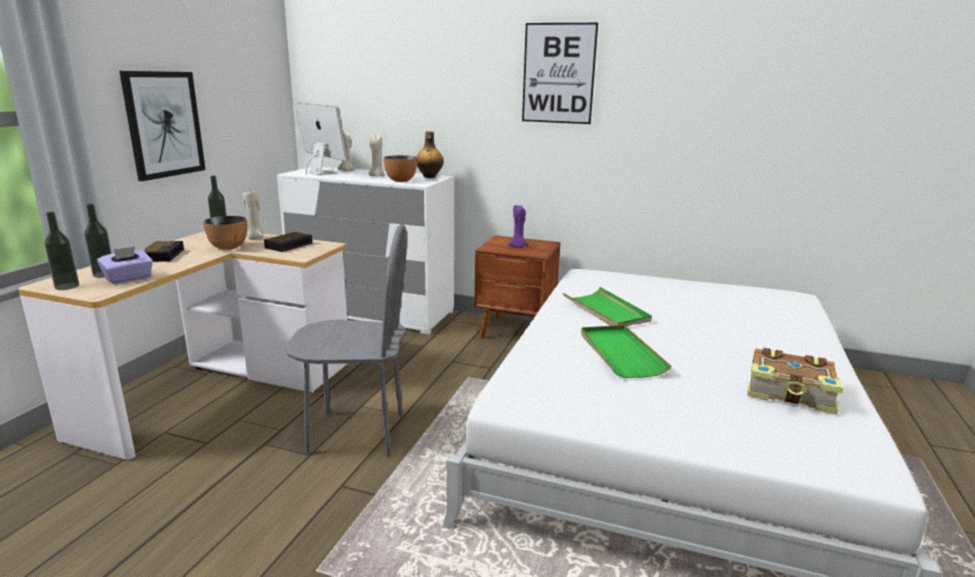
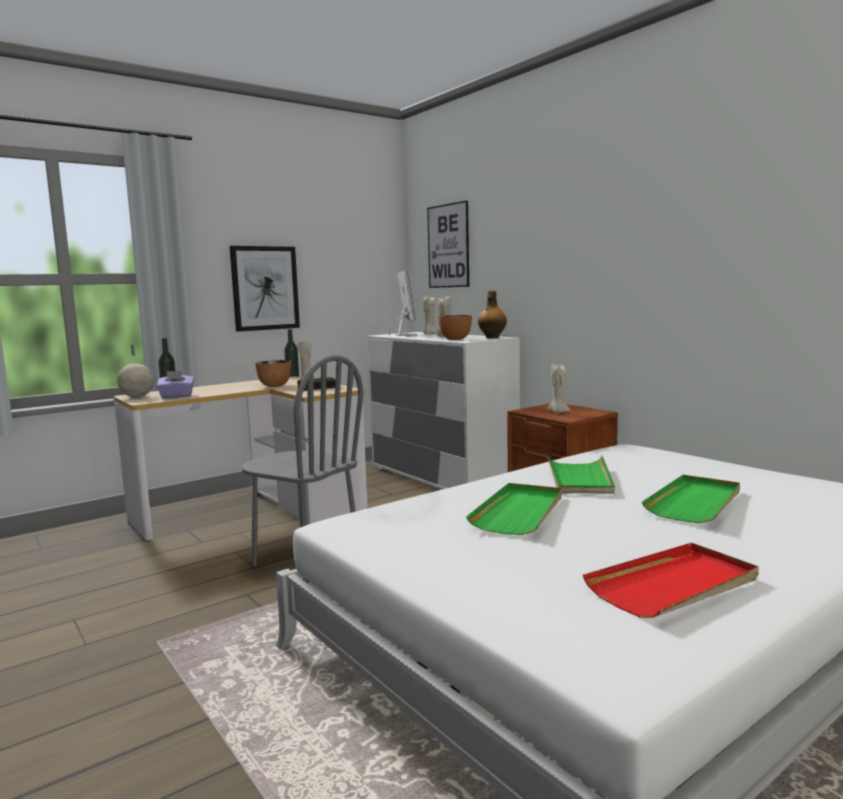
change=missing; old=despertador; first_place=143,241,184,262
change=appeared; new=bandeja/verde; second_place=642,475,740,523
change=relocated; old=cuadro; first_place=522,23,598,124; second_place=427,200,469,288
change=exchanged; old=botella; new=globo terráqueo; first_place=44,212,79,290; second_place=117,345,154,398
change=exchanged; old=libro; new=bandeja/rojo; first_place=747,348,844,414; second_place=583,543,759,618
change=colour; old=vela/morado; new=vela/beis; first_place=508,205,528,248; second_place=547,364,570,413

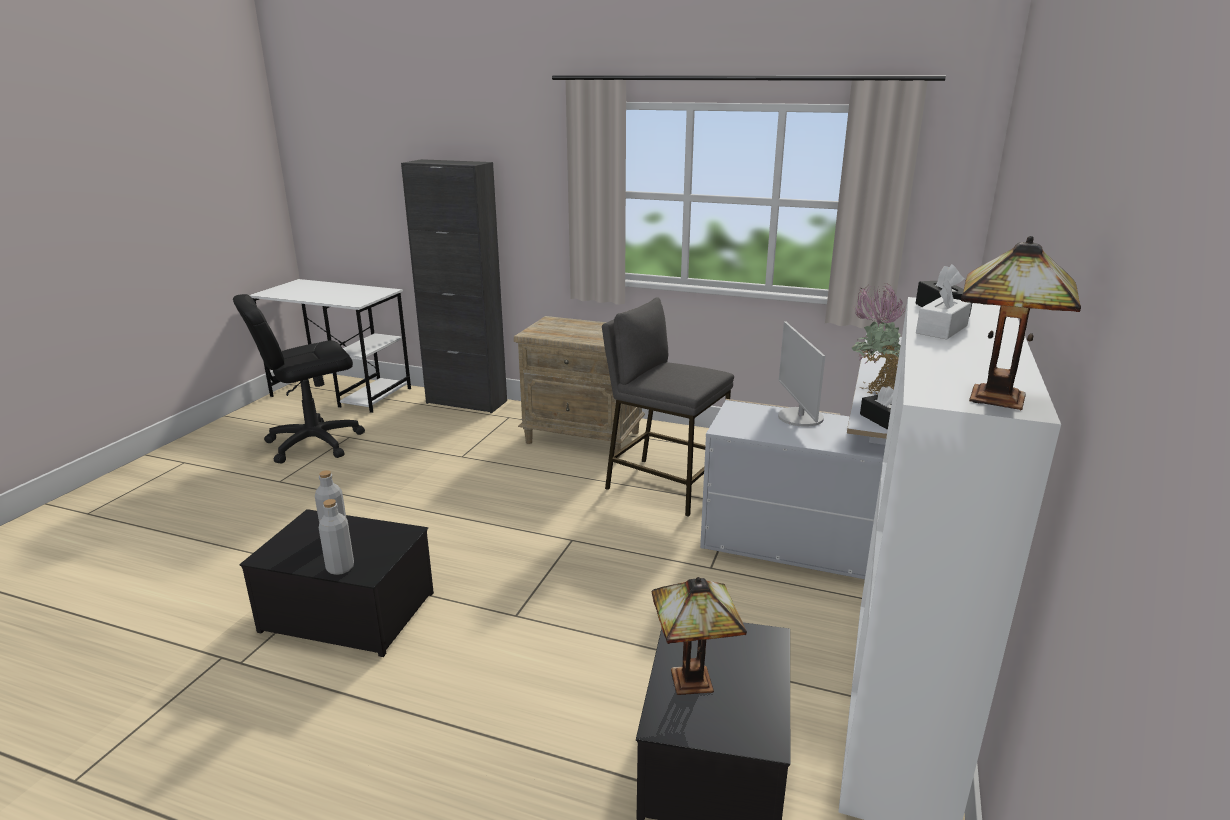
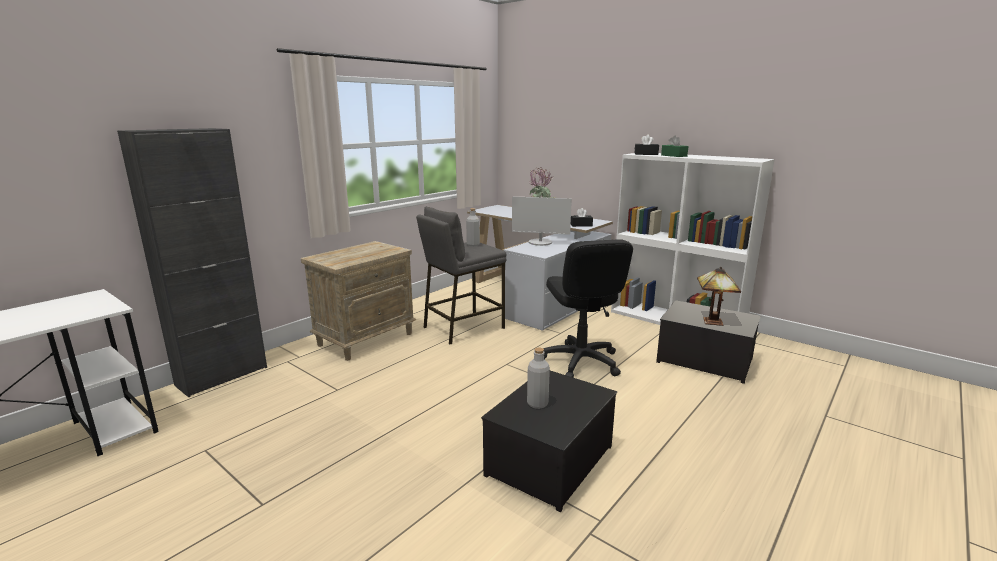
change=missing; old=lámpara de mesa; first_place=961,236,1081,411
change=relocated; old=silla de oficina/negro; first_place=233,294,365,464; second_place=543,239,633,378
change=relocated; old=botella/gris; first_place=319,499,354,575; second_place=466,208,480,246
change=colour; old=caja de pañuelos/blanco; new=caja de pañuelos/verde; first_place=916,280,972,340; second_place=661,135,689,157

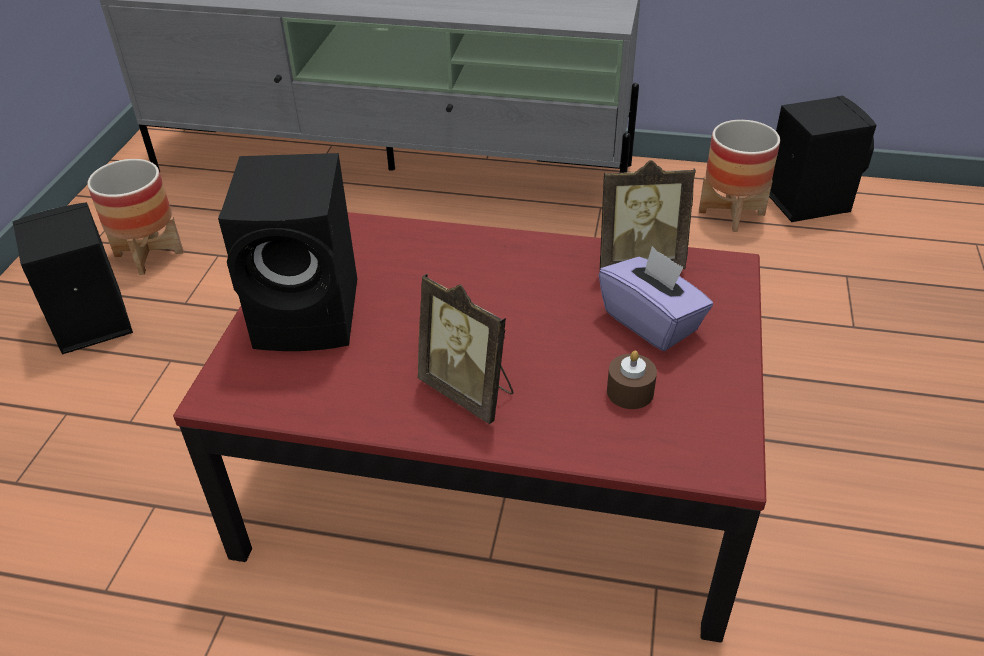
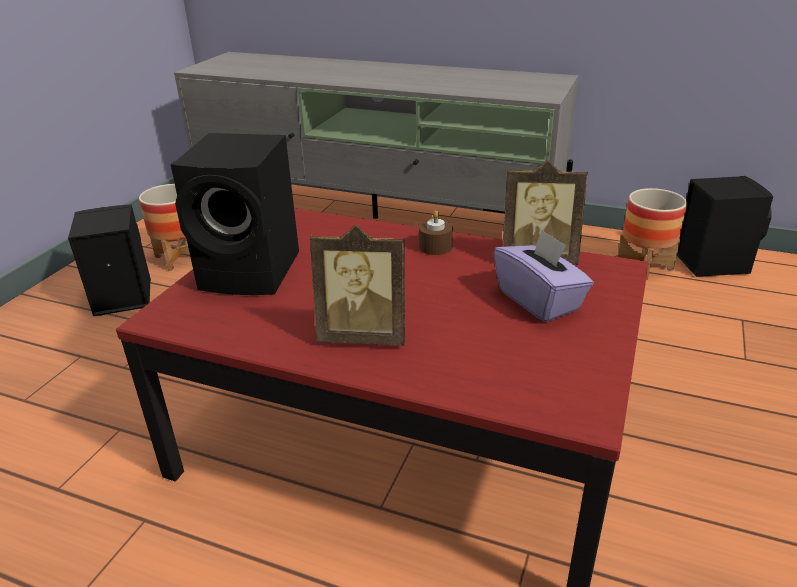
change=relocated; old=vela/marrón; first_place=607,351,657,409; second_place=419,210,453,255
change=spun; old=portarretratos; first_place=417,274,514,424; second_place=310,225,405,346; degrees=-45

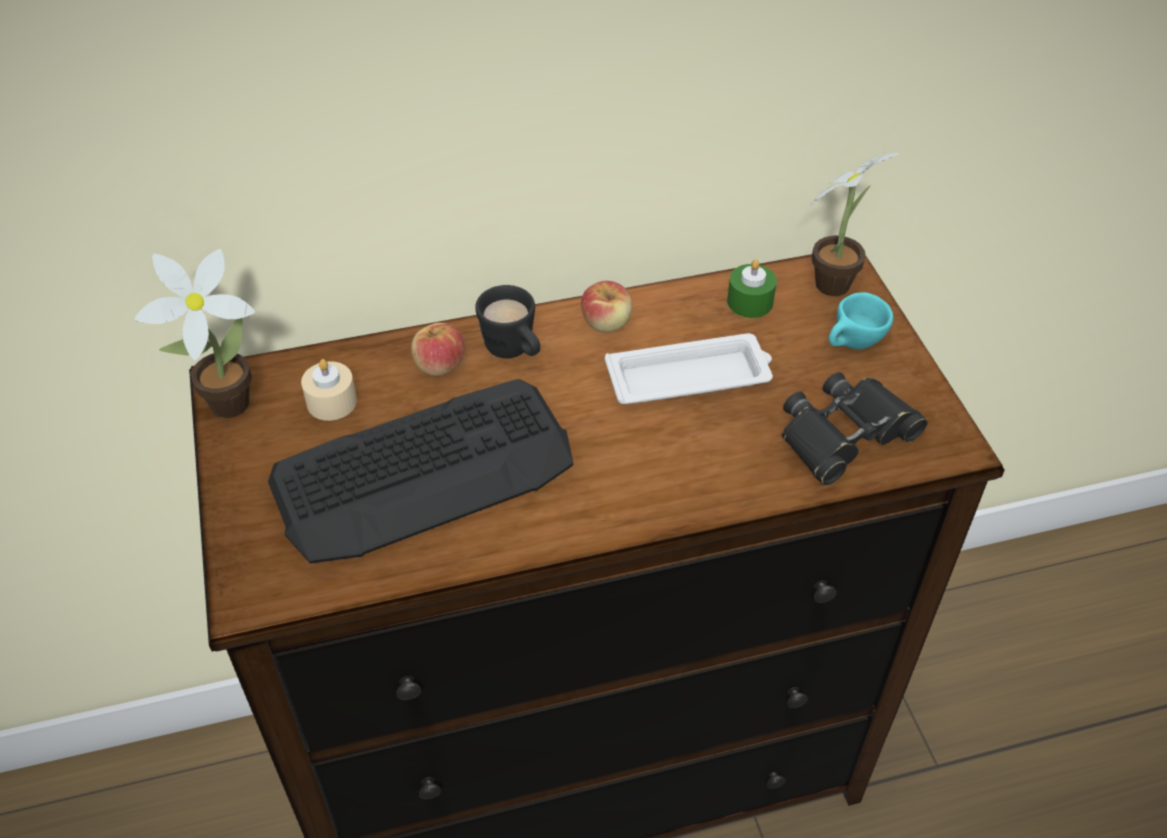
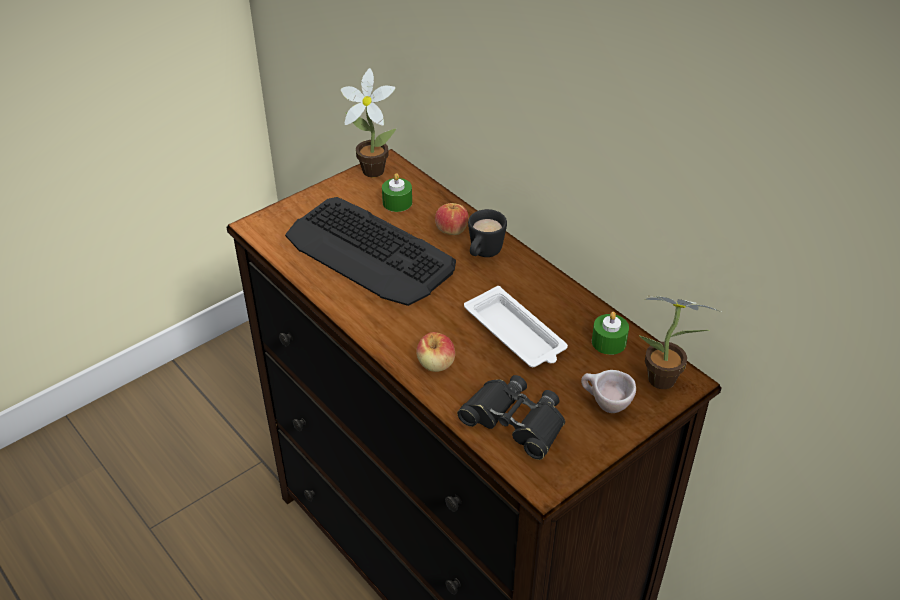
change=relocated; old=manzana; first_place=581,281,632,332; second_place=416,332,455,372
change=colour; old=vela/beis; new=vela/verde; first_place=301,359,357,421; second_place=382,173,412,212
change=colour; old=taza/turquesa; new=taza/beis; first_place=829,292,893,349; second_place=581,370,636,413

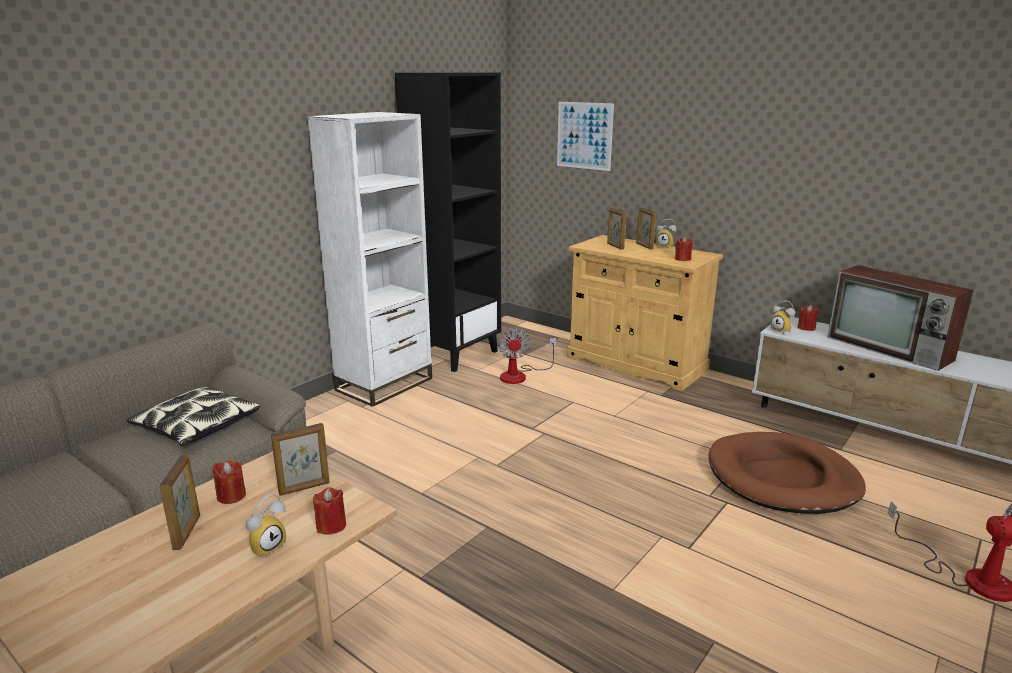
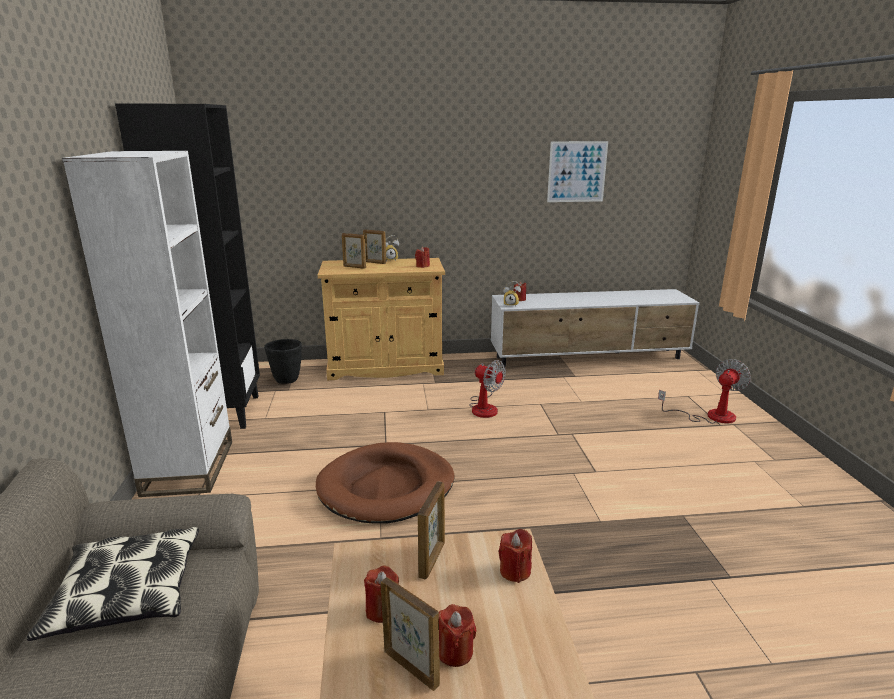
change=missing; old=despertador; first_place=246,494,286,558
change=missing; old=televisor; first_place=828,265,974,371
change=appeared; new=maceta/negro; second_place=264,339,302,384
change=appeared; new=vela/rojo; second_place=439,604,477,667
change=relocated; old=ventilador; first_place=497,327,556,384; second_place=469,360,506,418
change=relocated; old=cuadro; first_place=557,102,614,171; second_place=547,141,608,202
change=relocated; old=cama para perro/marrón; first_place=708,432,866,514; second_place=316,442,455,524

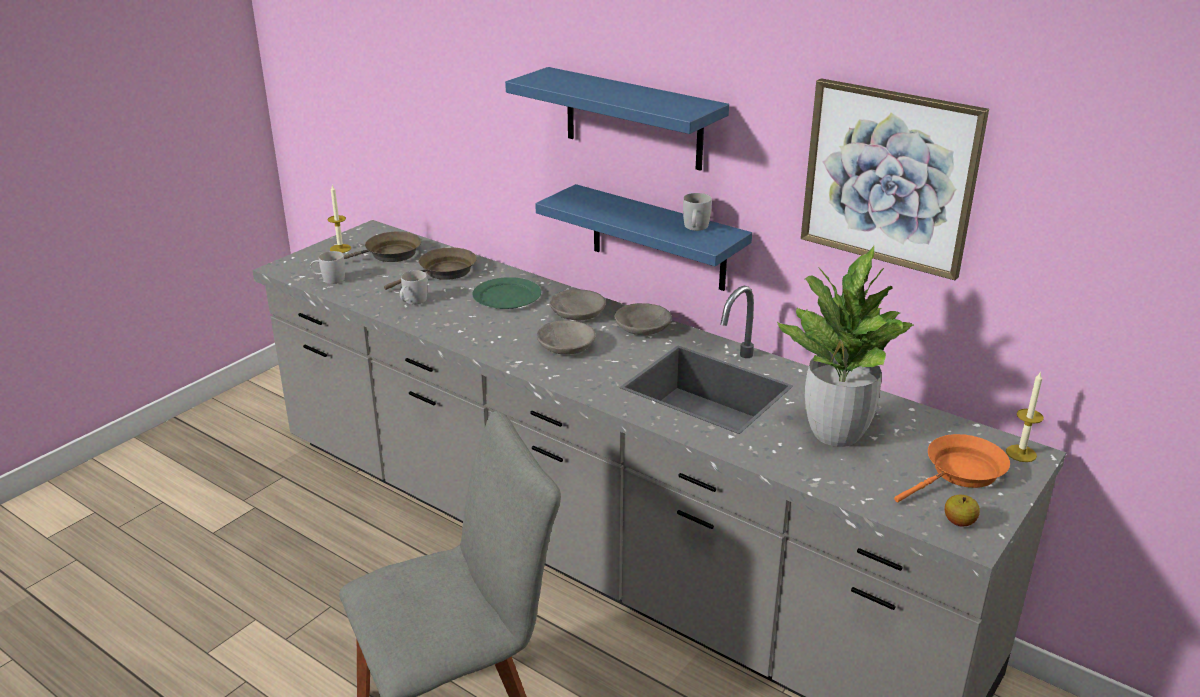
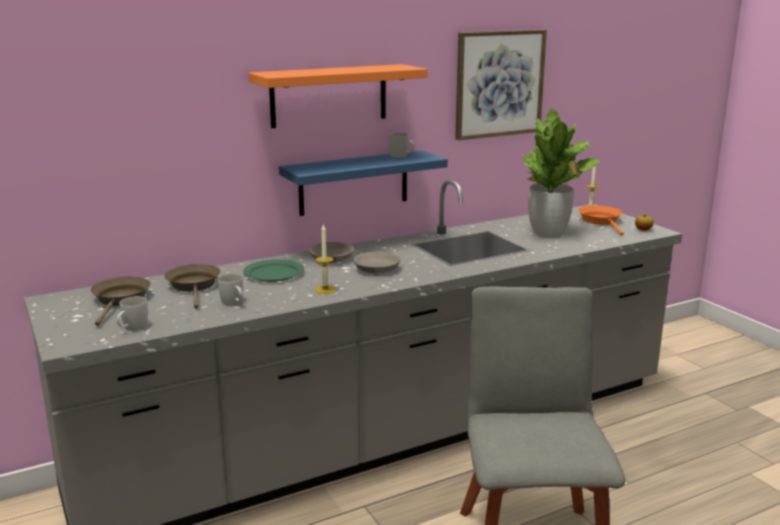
change=missing; old=cuenco/gris; first_place=614,303,672,335
change=relocated; old=vela; first_place=328,185,351,253; second_place=315,225,336,294
change=colour; old=estante/azul; new=estante/naranja; first_place=505,67,729,171; second_place=248,64,428,128

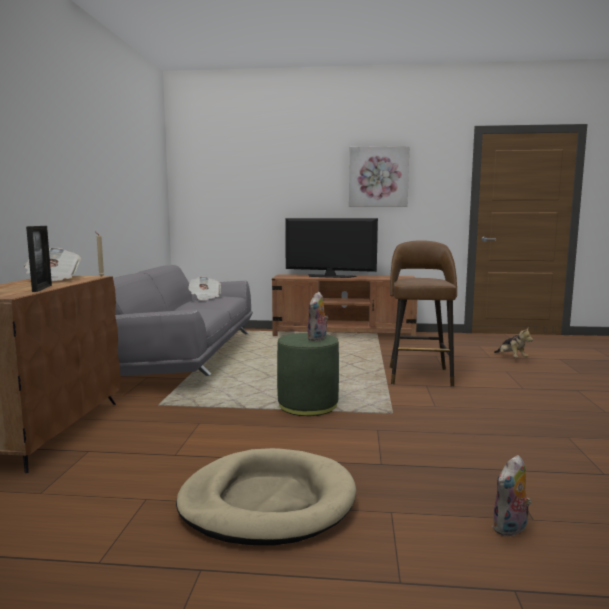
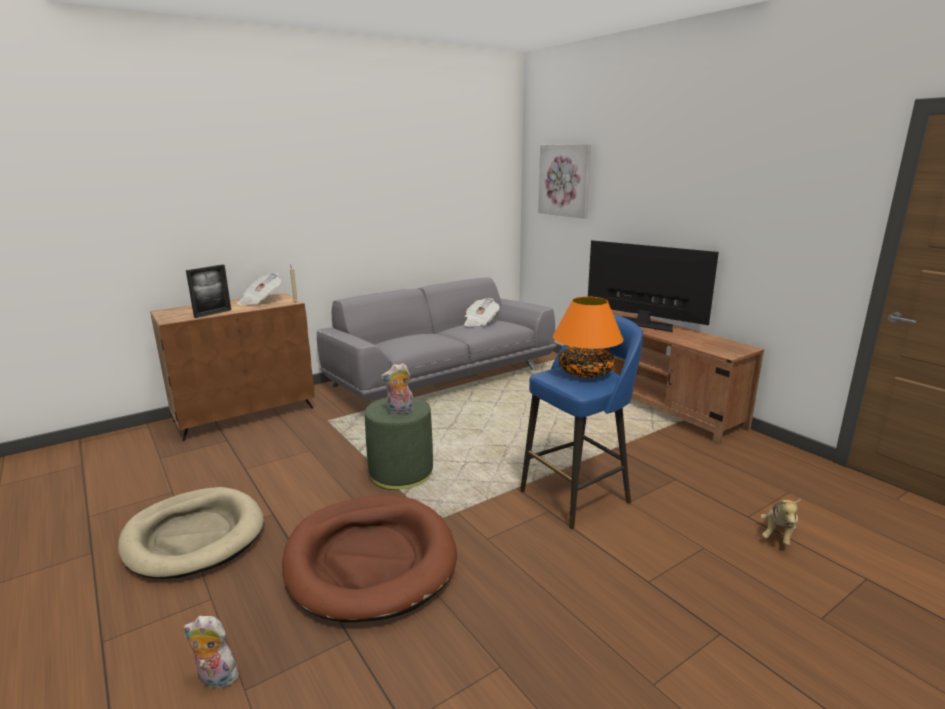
change=appeared; new=cama para perro/marrón; second_place=282,495,457,622
change=appeared; new=lámpara de mesa/naranja; second_place=553,297,623,378
change=relocated; old=cuadro; first_place=349,146,410,207; second_place=538,144,591,219
change=colour; old=taburete/marrón; new=taburete/azul; first_place=390,240,457,387; second_place=520,315,643,529
change=spun; old=televisor; first_place=285,218,378,278; second_place=588,240,719,332; degrees=150

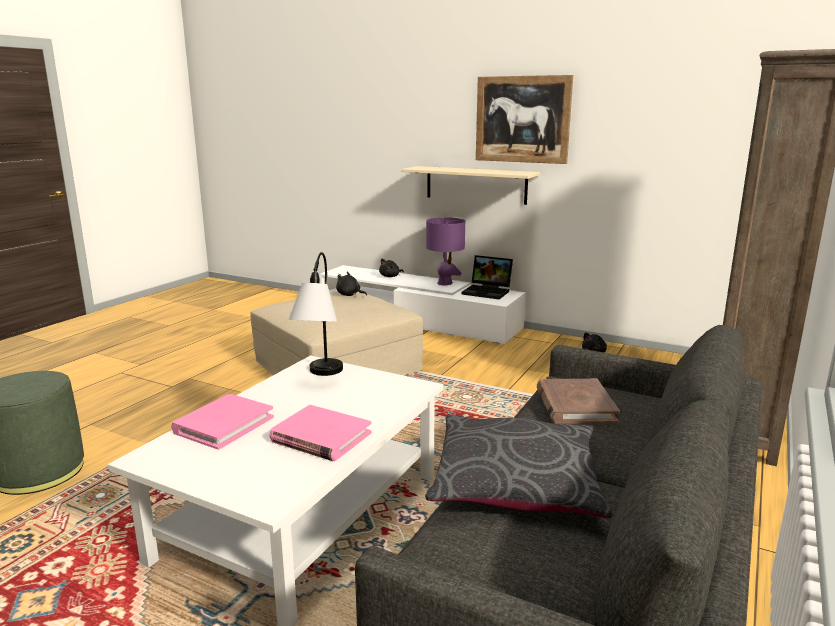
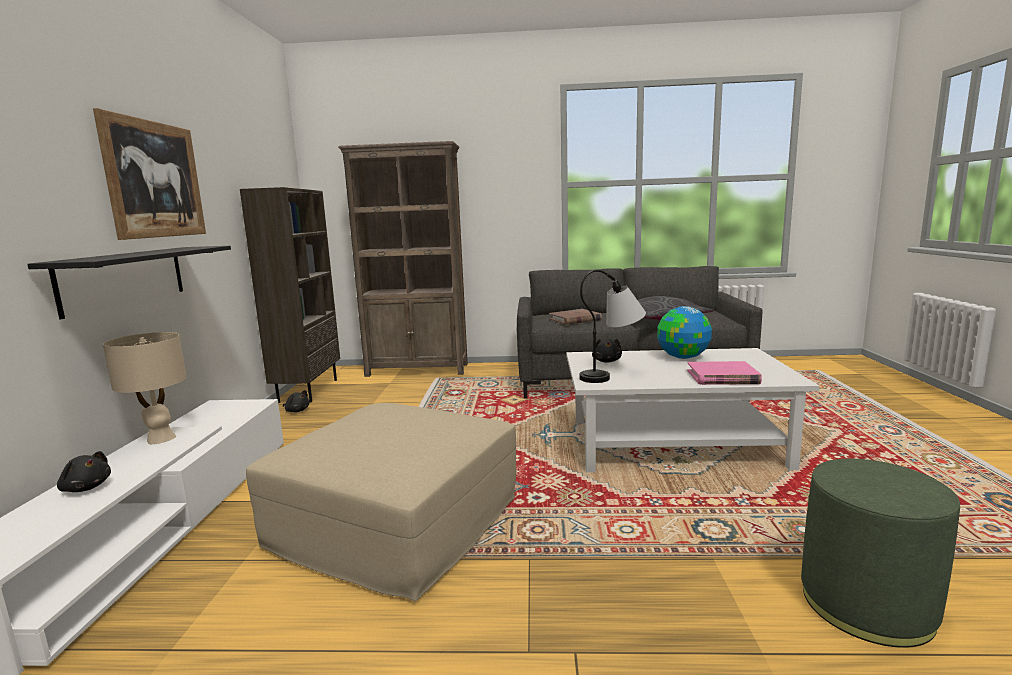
change=missing; old=portátil; first_place=462,255,513,299
change=appeared; new=estantería/marrón; second_place=240,187,340,403
change=relocated; old=peluche/negro; first_place=336,272,367,297; second_place=592,339,622,363
change=exchanged; old=libro/rosa; new=globo terráqueo; first_place=269,405,372,461; second_place=657,306,712,359
change=colour; old=estante/beis; new=estante/negro; first_place=401,166,540,205; second_place=27,246,231,319
change=colour; old=lámpara de mesa/morado; new=lámpara de mesa/beis; first_place=426,217,465,286; second_place=103,332,187,444

